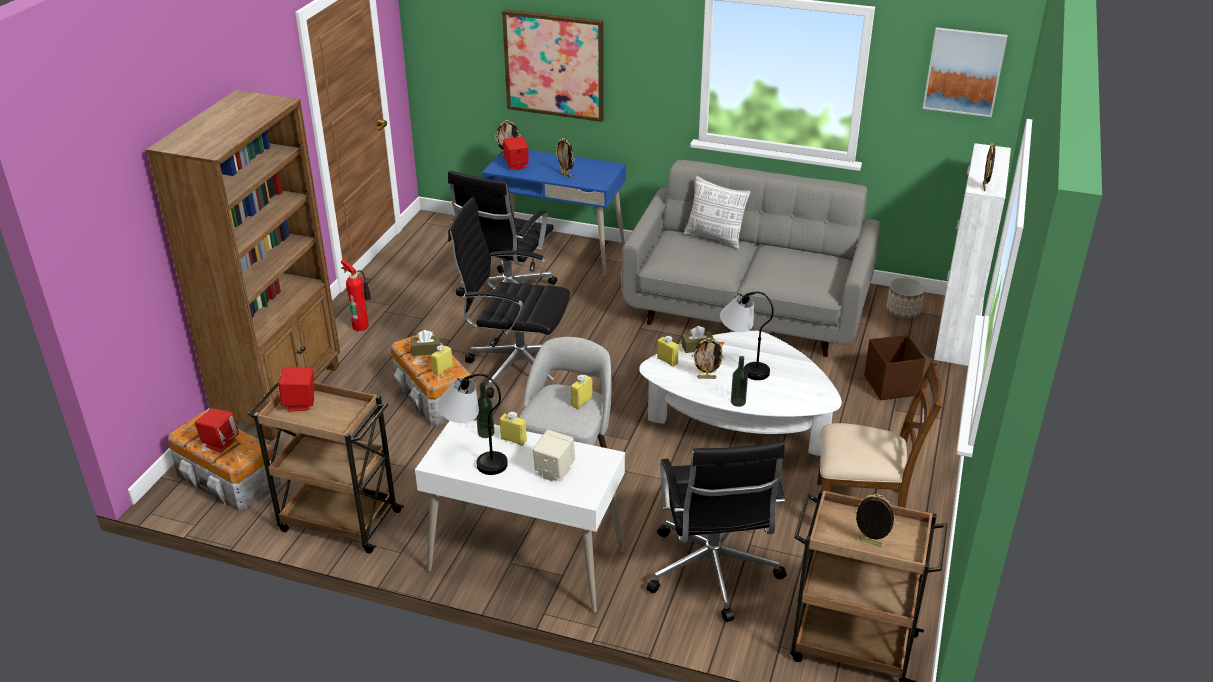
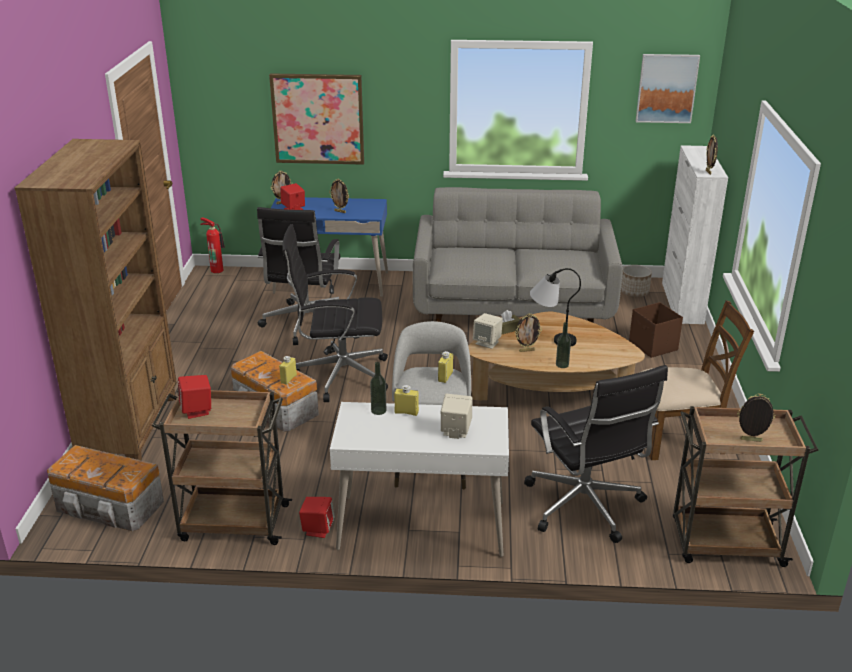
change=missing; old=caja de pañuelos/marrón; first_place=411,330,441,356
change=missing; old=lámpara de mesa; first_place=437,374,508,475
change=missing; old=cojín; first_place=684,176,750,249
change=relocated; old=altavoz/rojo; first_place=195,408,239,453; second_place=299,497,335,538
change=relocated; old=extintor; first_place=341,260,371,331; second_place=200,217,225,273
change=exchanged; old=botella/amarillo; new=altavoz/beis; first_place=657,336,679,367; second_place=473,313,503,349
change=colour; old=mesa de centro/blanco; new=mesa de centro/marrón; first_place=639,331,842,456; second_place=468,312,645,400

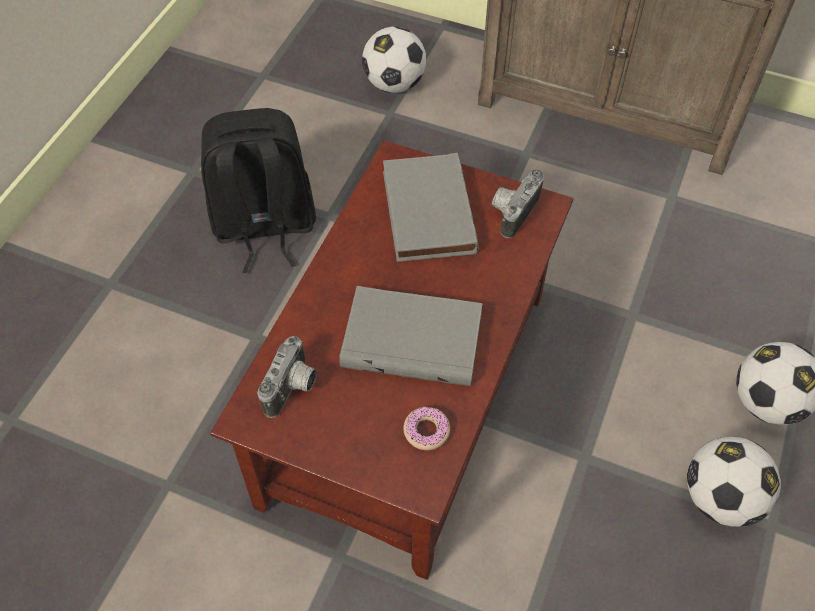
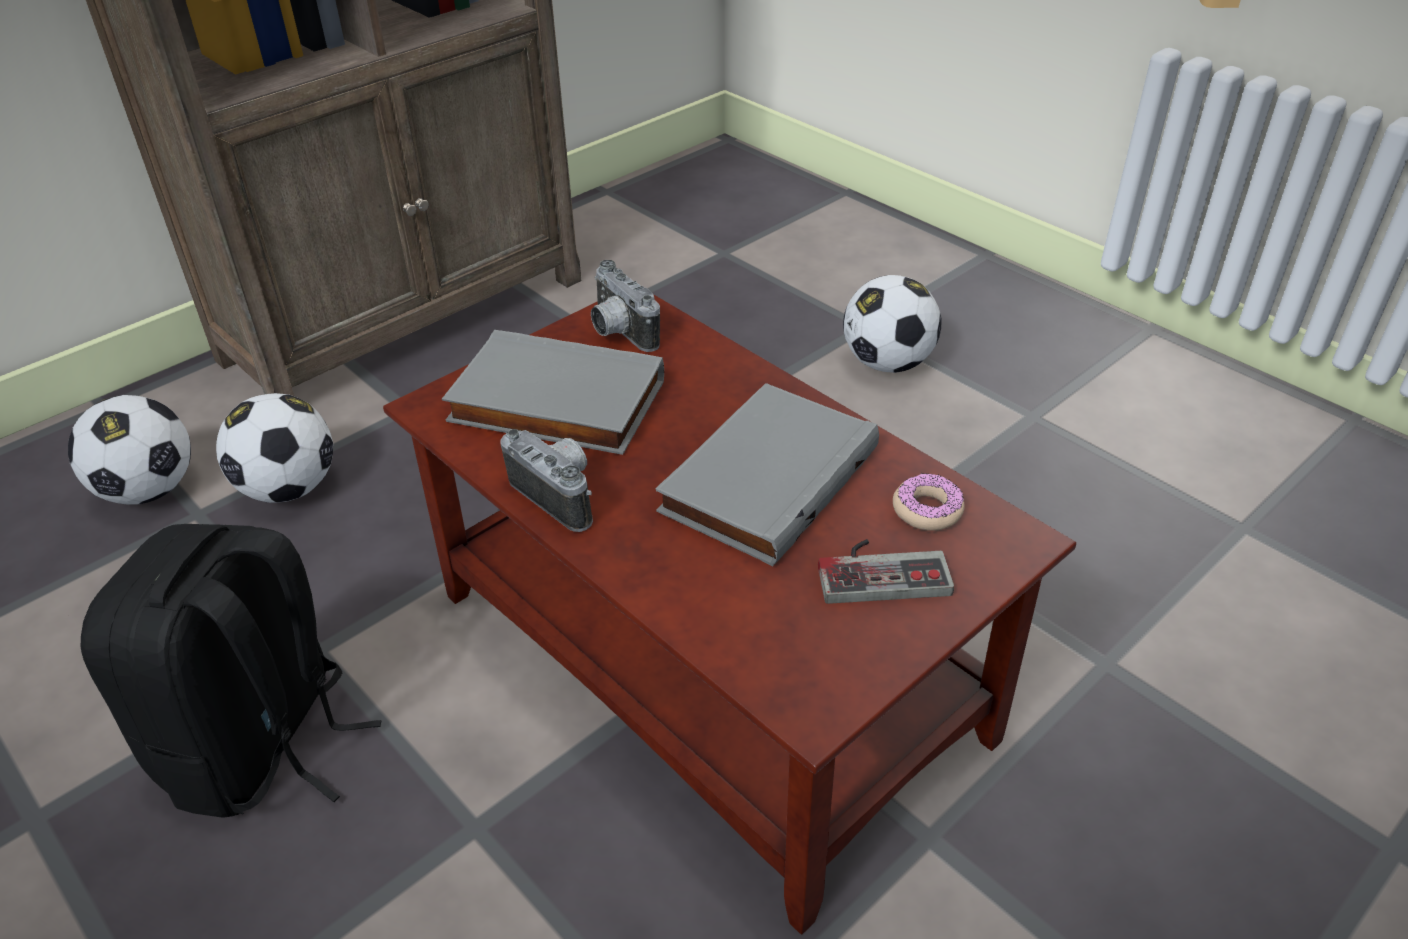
change=appeared; new=mando de consola; second_place=818,539,954,604
change=relocated; old=cámara; first_place=257,336,317,418; second_place=500,429,593,532
change=relocated; old=balón de fútbol; first_place=687,437,781,527; second_place=216,393,333,503

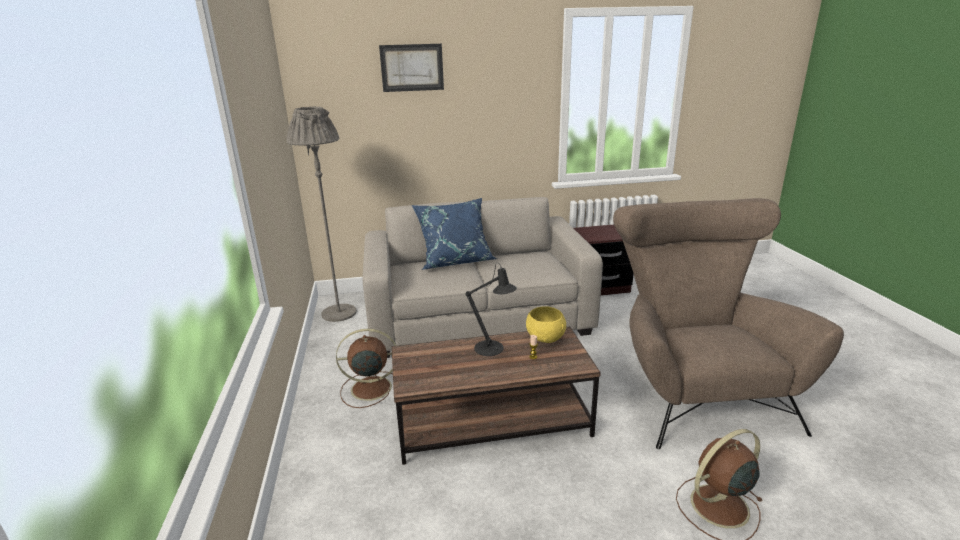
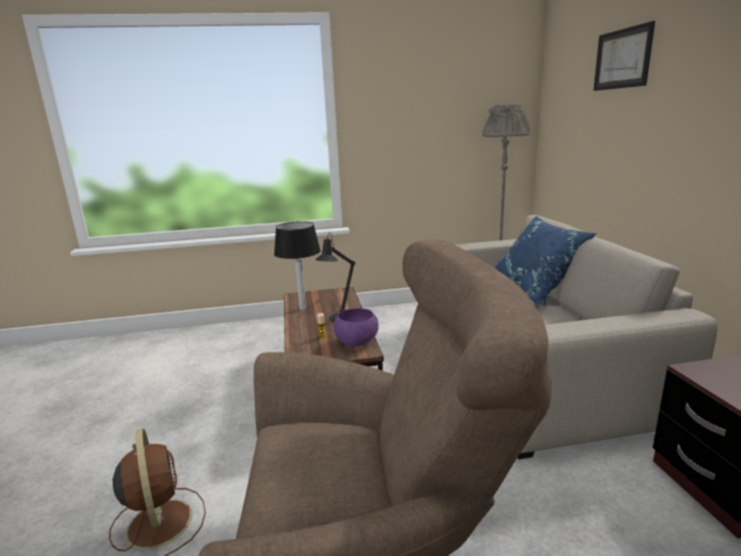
change=missing; old=ventilador/marrón; first_place=336,329,396,408
change=appeared; new=lámpara de mesa; second_place=274,221,321,310
change=colour; old=cuenco/amarillo; new=cuenco/morado; first_place=526,306,566,343; second_place=334,308,379,347

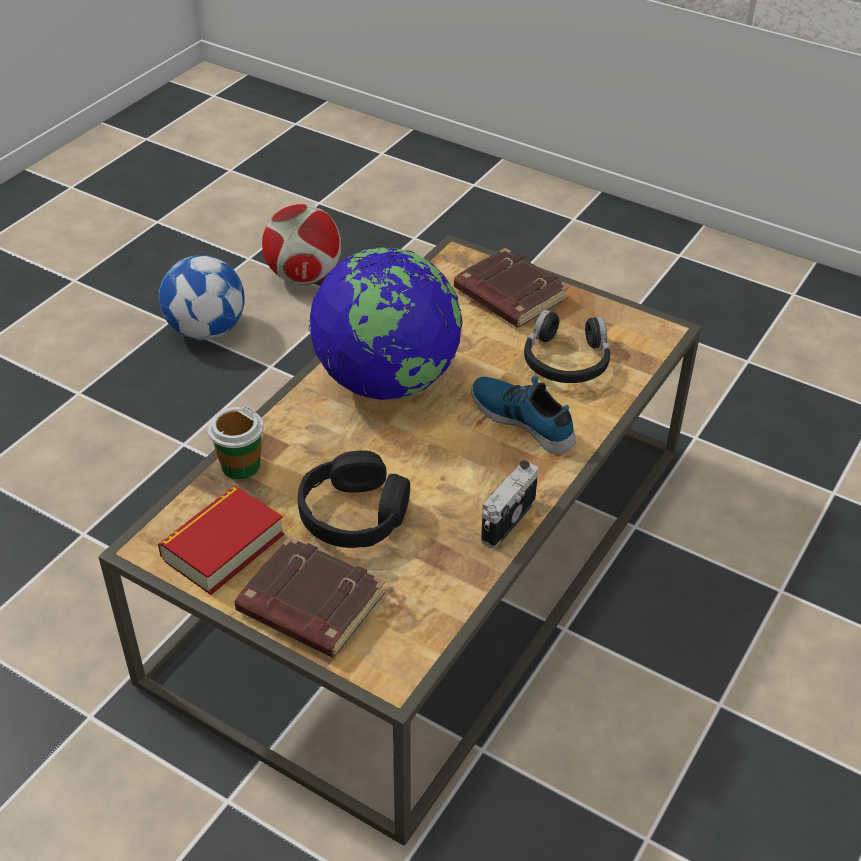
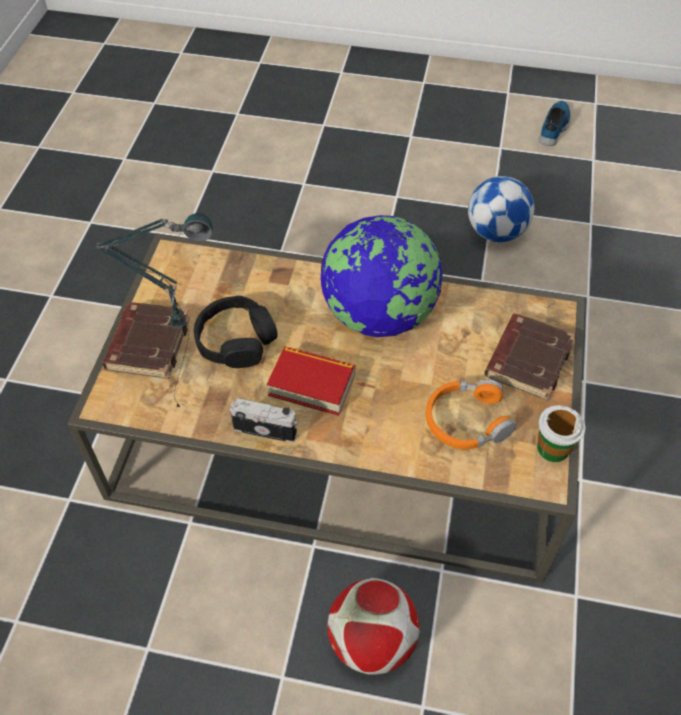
change=appeared; new=lámpara de mesa; second_place=96,213,213,408
change=relocated; old=libro; first_place=158,486,284,595; second_place=267,346,355,416
change=relocated; old=taza; first_place=207,406,263,479; second_place=537,405,586,462
change=relocated; old=balón de fútbol; first_place=262,204,342,285; second_place=327,578,420,675
change=relocated; old=zapato; first_place=471,375,576,454; second_place=539,101,570,146
change=colour; old=auriculares/negro; new=auriculares/naranja; first_place=524,310,610,383; second_place=426,379,516,449

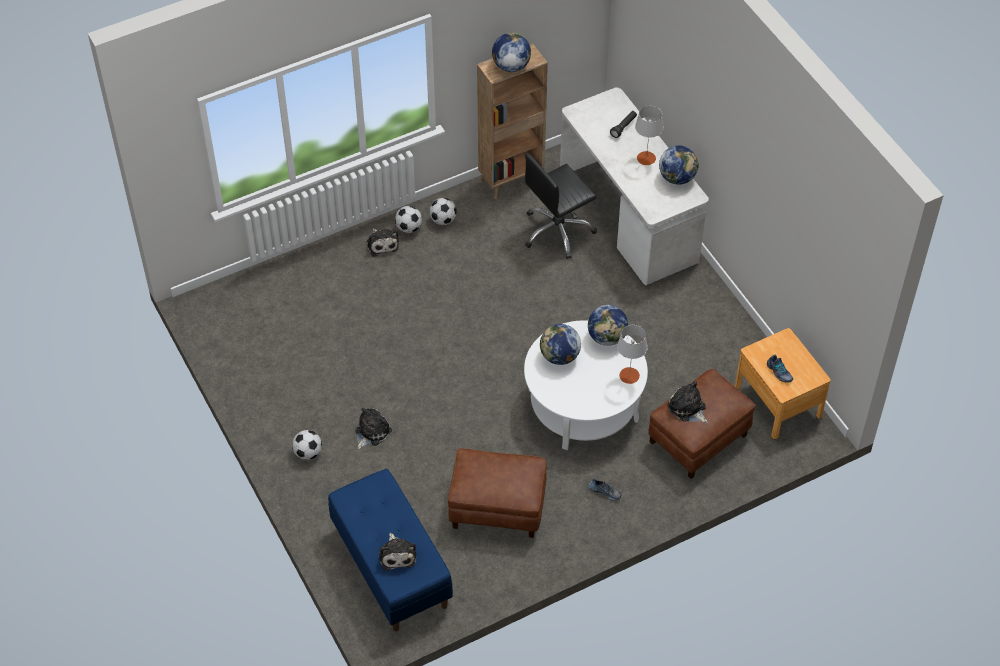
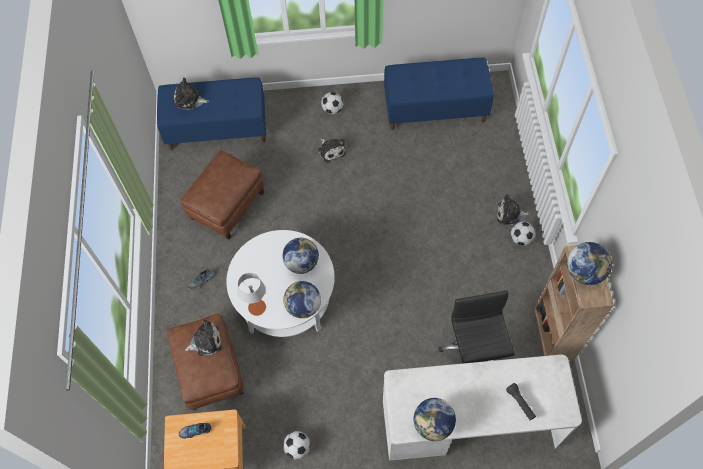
change=missing; old=lámpara de mesa/gris; first_place=635,106,664,165
change=appeared; new=banco/azul; second_place=384,58,494,130
change=relocated; old=balón de fútbol; first_place=430,198,457,225; second_place=283,431,310,459

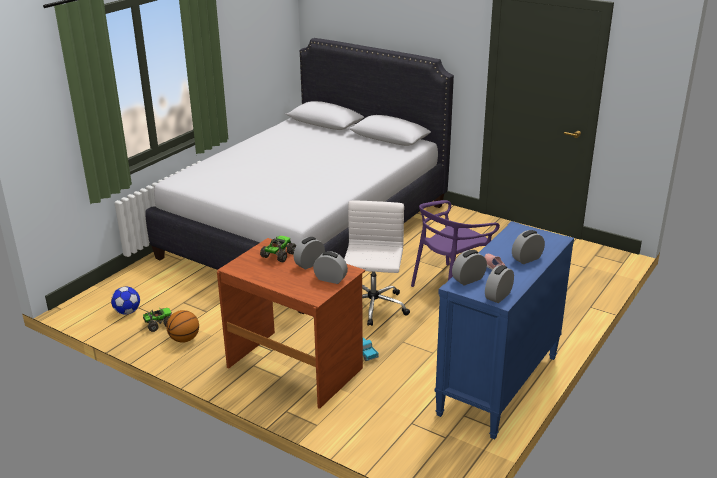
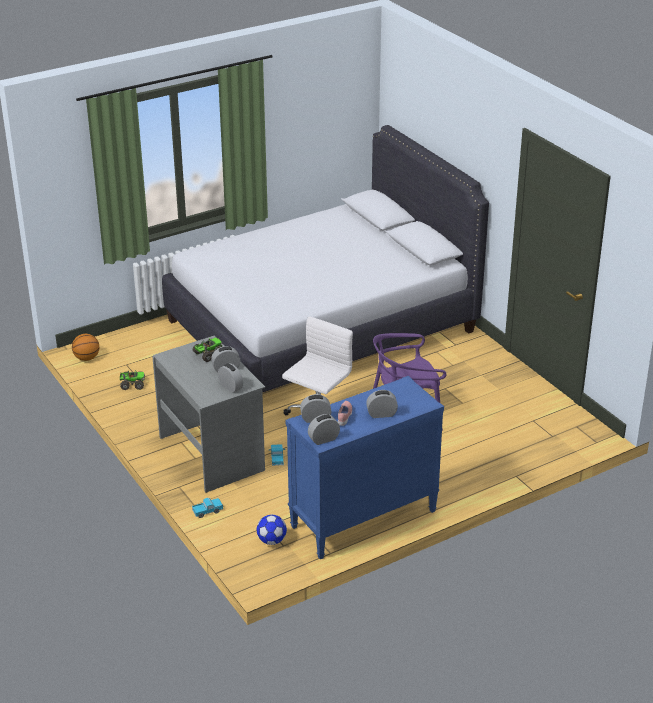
change=appeared; new=camión de juguete; second_place=192,498,223,518
change=relocated; old=balón de fútbol; first_place=111,287,140,315; second_place=257,515,287,545
change=relocated; old=balón de baloncesto; first_place=166,310,199,343; second_place=72,334,99,361
change=colour; old=escritorio/marrón; new=escritorio/gris; first_place=217,238,365,409; second_place=153,336,265,493

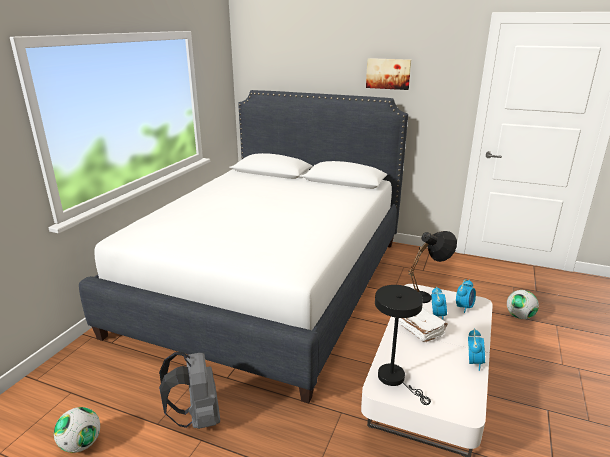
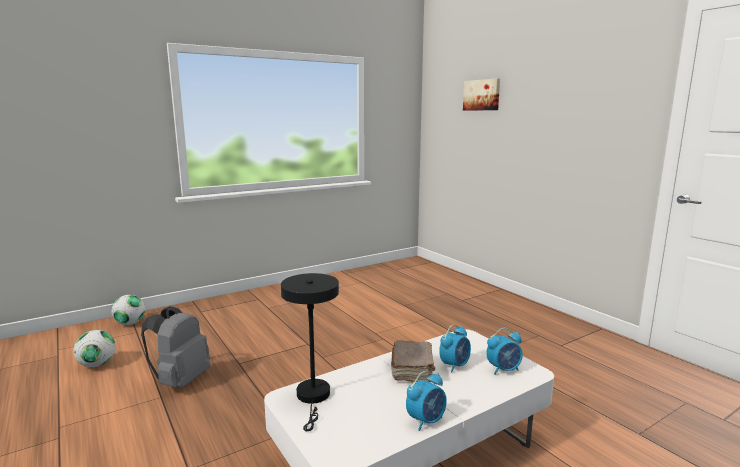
change=missing; old=cama/blanco; first_place=79,90,408,404
change=missing; old=lámpara de mesa/negro; first_place=409,231,457,303
change=relocated; old=cuadro; first_place=366,58,411,90; second_place=463,78,500,111
change=relocated; old=balón de fútbol; first_place=507,290,539,319; second_place=111,295,145,325
change=colour; old=libro/blanco; new=libro/marrón; first_place=398,307,448,342; second_place=391,340,435,382

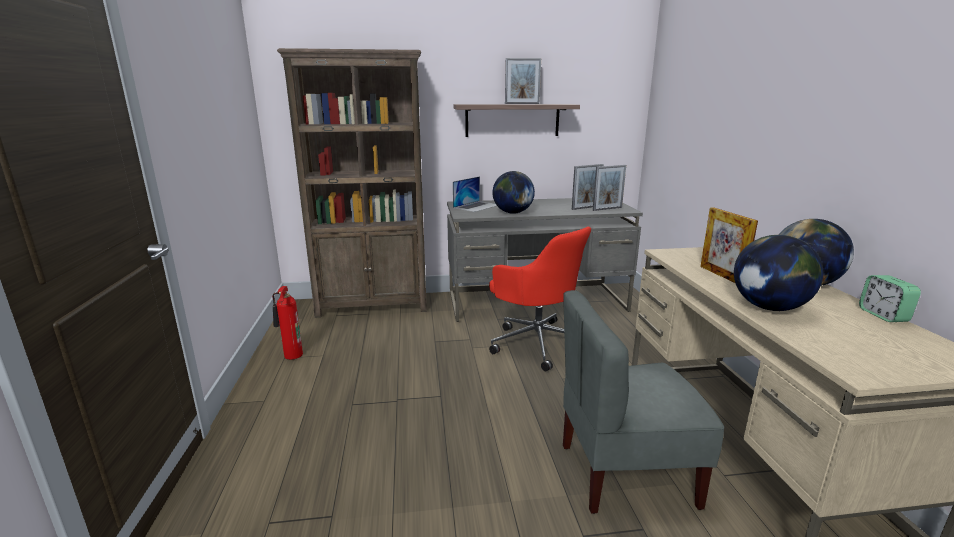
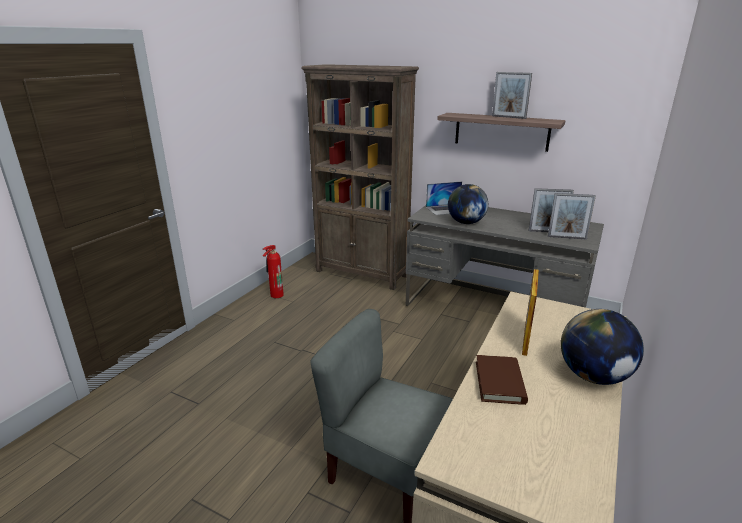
change=missing; old=silla de oficina/rojo; first_place=489,226,591,371
change=missing; old=despertador; first_place=859,275,921,322
change=exchanged; old=globo terráqueo; new=libro/marrón; first_place=734,235,823,311; second_place=476,355,528,405

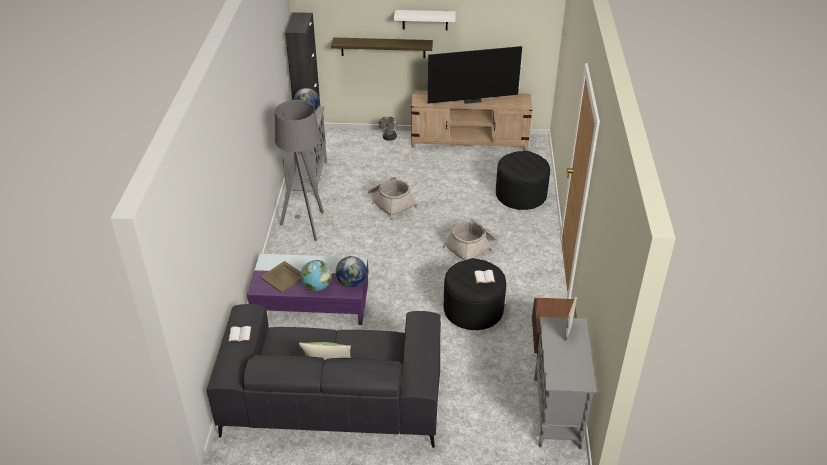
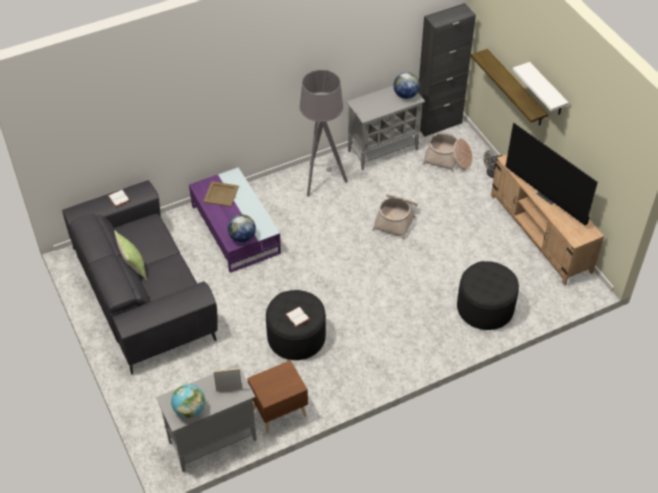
change=relocated; old=globo terráqueo; first_place=300,260,332,291; second_place=171,384,205,418
change=relocated; old=cesta; first_place=443,219,498,260; second_place=422,133,473,173

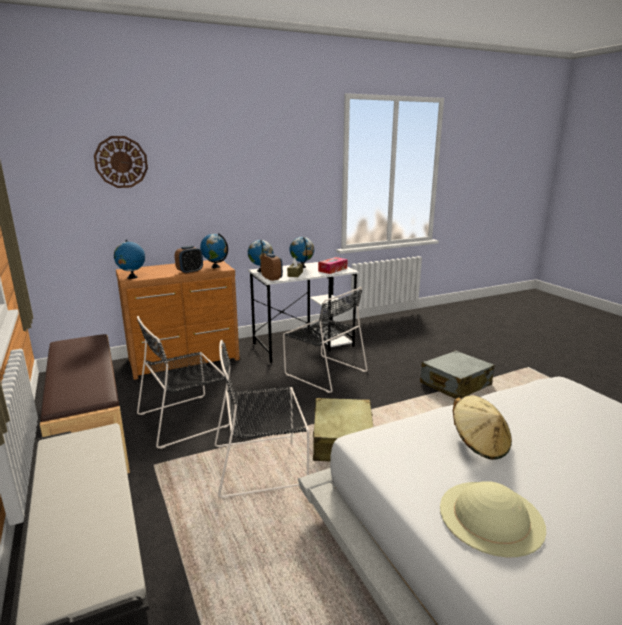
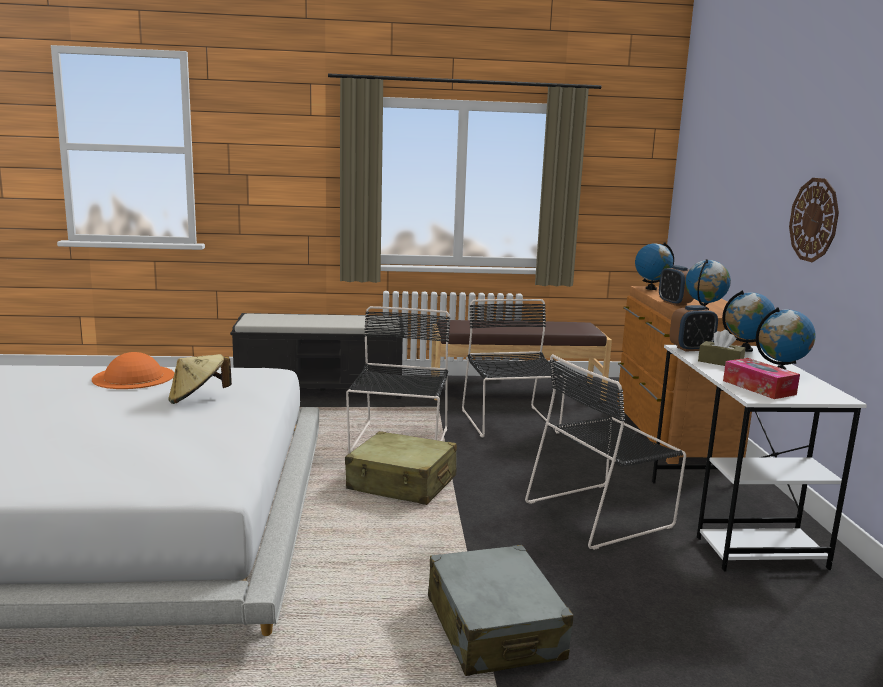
change=relocated; old=reloj de pared; first_place=94,136,148,188; second_place=789,178,839,262
change=colour; old=sombrero/beis; new=sombrero/naranja; first_place=440,481,546,557; second_place=92,352,174,389

